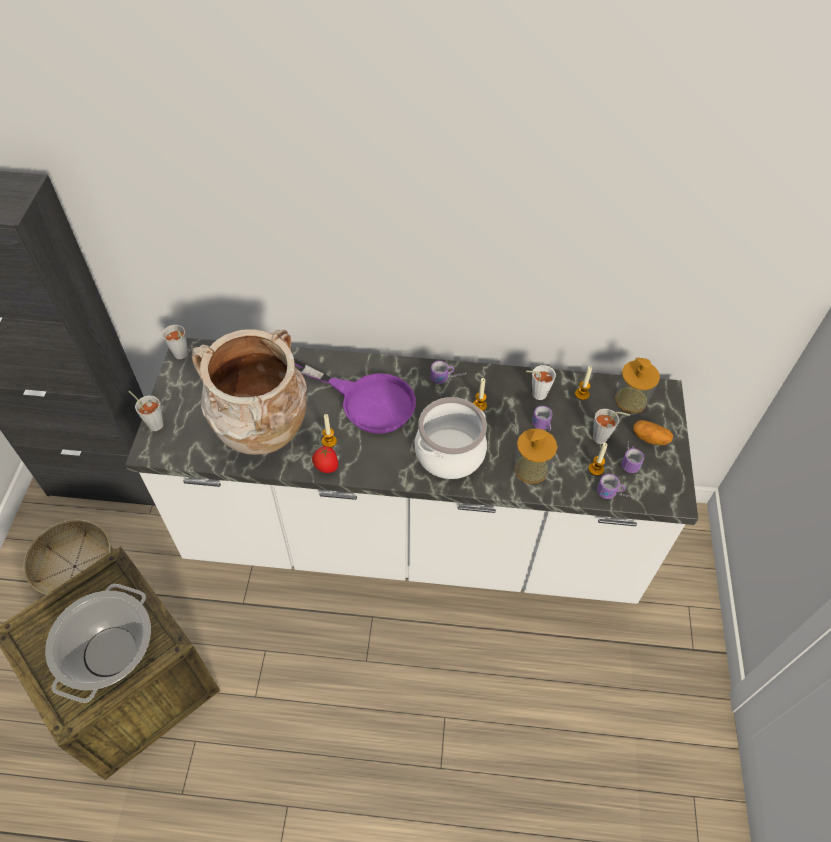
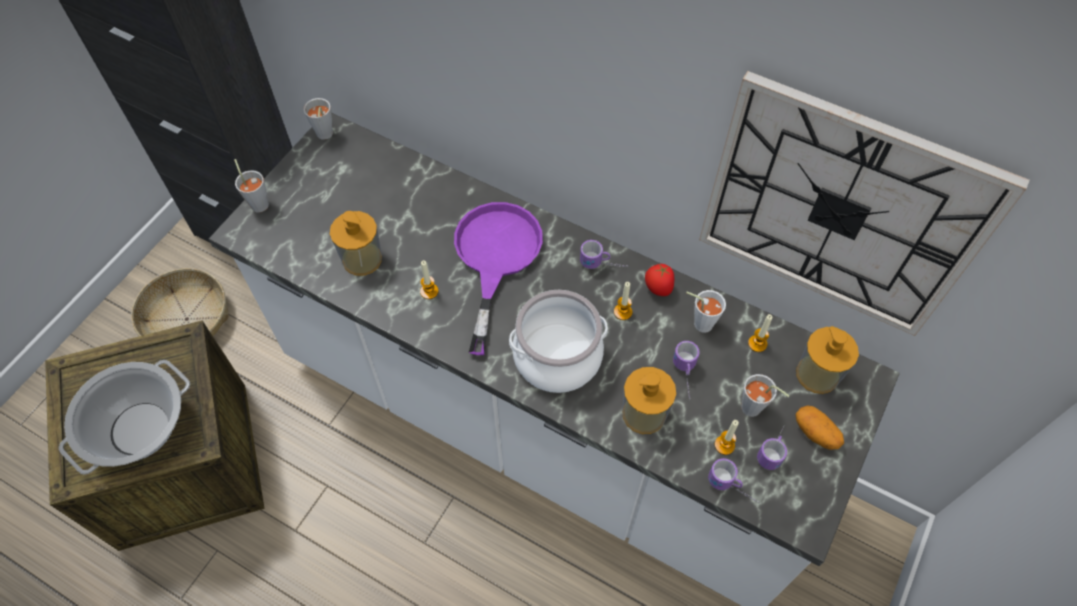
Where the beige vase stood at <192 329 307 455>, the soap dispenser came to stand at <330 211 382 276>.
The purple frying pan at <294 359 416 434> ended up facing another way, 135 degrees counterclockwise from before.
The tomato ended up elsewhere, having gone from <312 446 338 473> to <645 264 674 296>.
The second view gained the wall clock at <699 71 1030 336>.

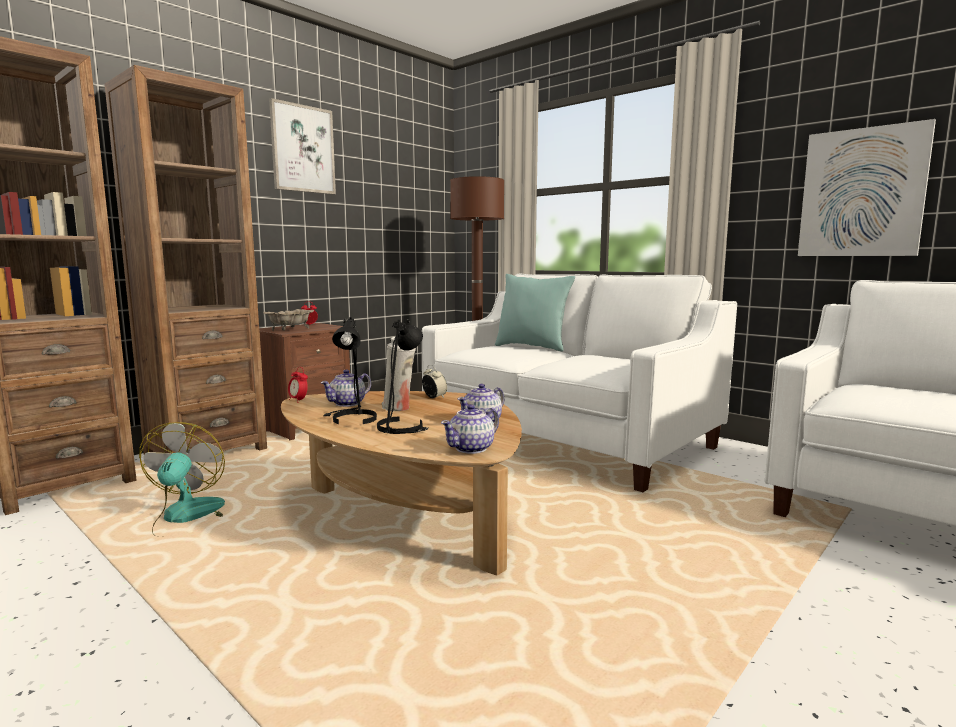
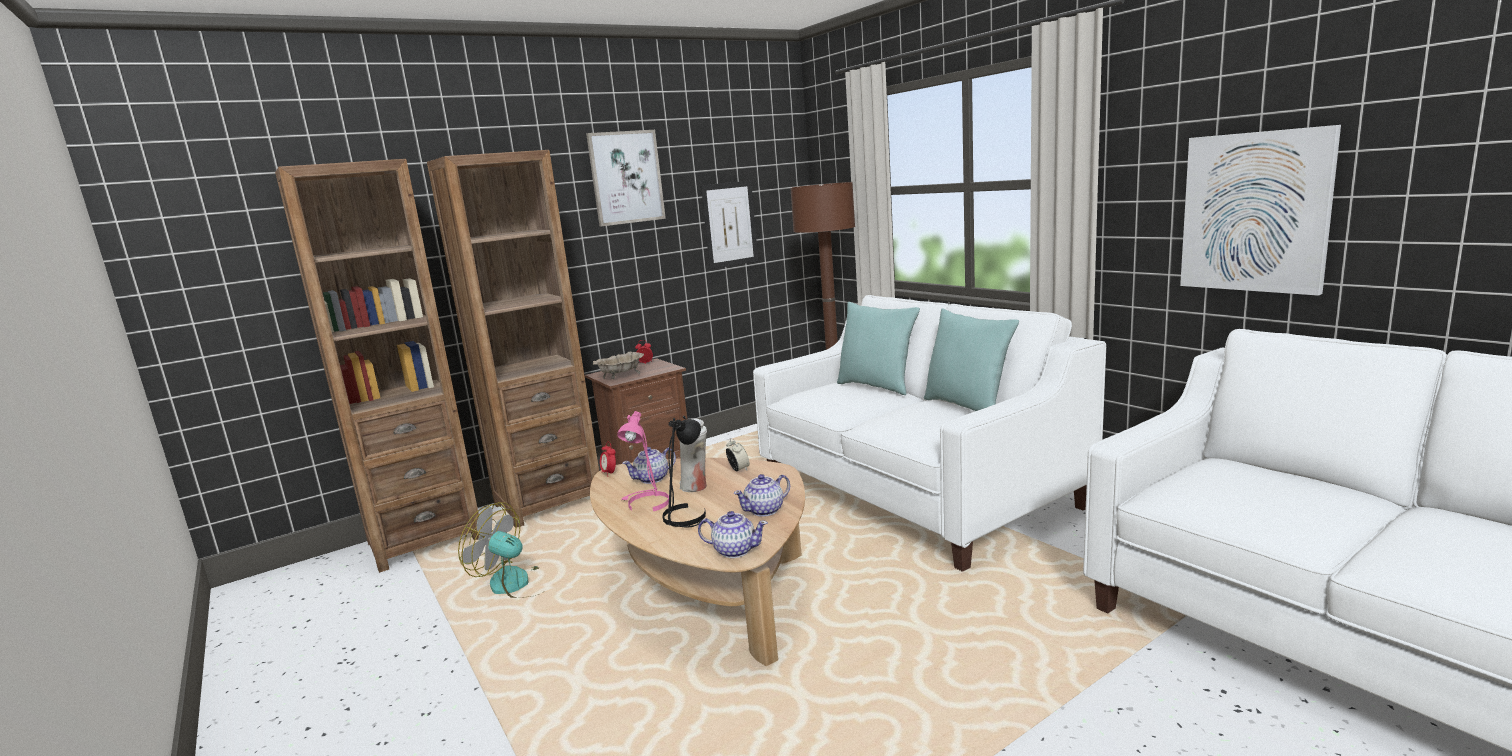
The fan at <139 422 225 537> ended up facing another way, 75 degrees counterclockwise from before.
What was the black table lamp at <323 317 377 424> turned into the pink table lamp at <617 411 669 511>.
The teapot at <441 404 499 454> ended up facing another way, 135 degrees counterclockwise from before.
The second view gained the picture at <701 180 758 269>.
The second view gained the turquoise pillow at <924 308 1019 411>.

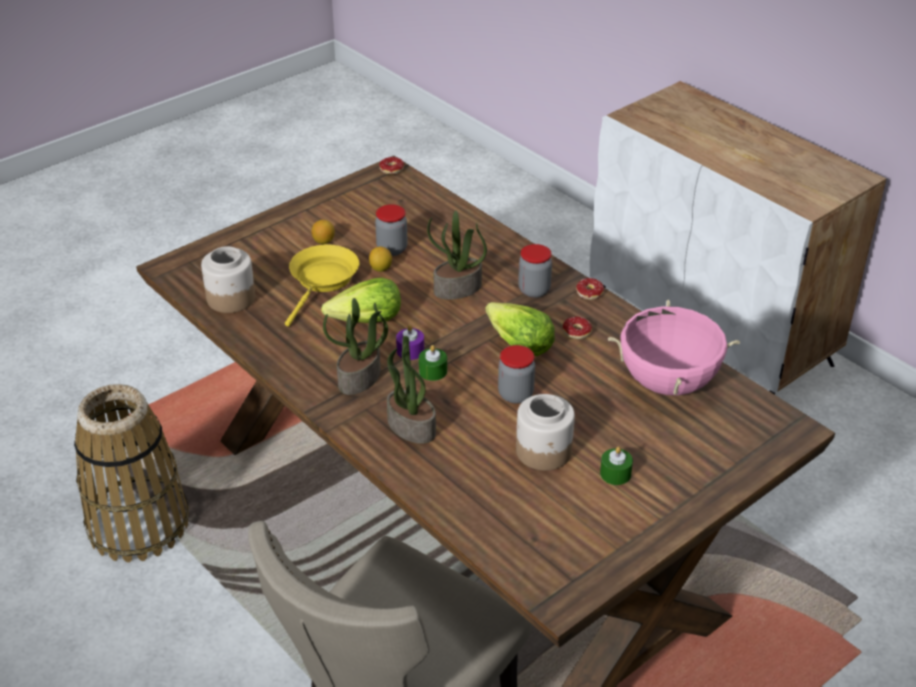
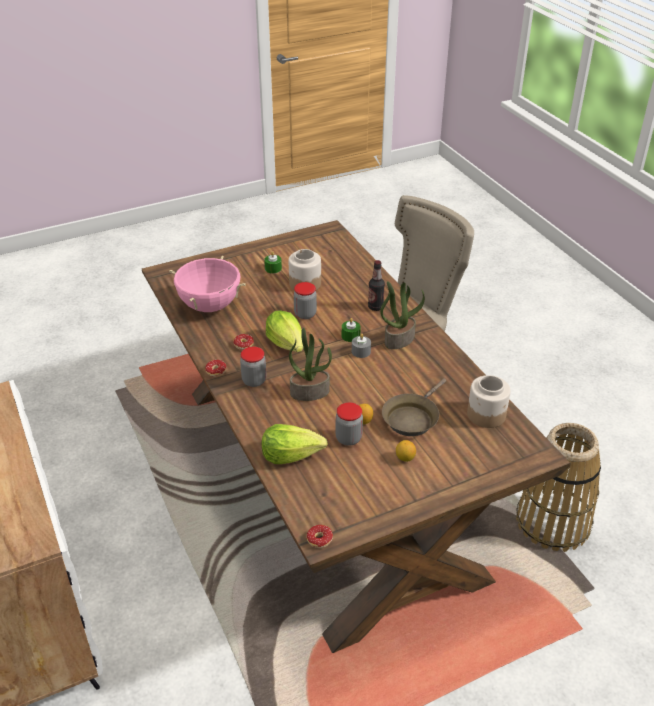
The lettuce ended up elsewhere, having gone from <321 278 401 323> to <262 424 328 464>.
What was the purple candle at <396 325 424 360> turned into the grey candle at <352 333 371 358>.
Where the potted plant stood at <387 336 436 444>, the bottle came to stand at <368 260 385 311>.
What was the yellow frying pan at <285 245 359 327> turned into the brown frying pan at <382 378 446 436>.

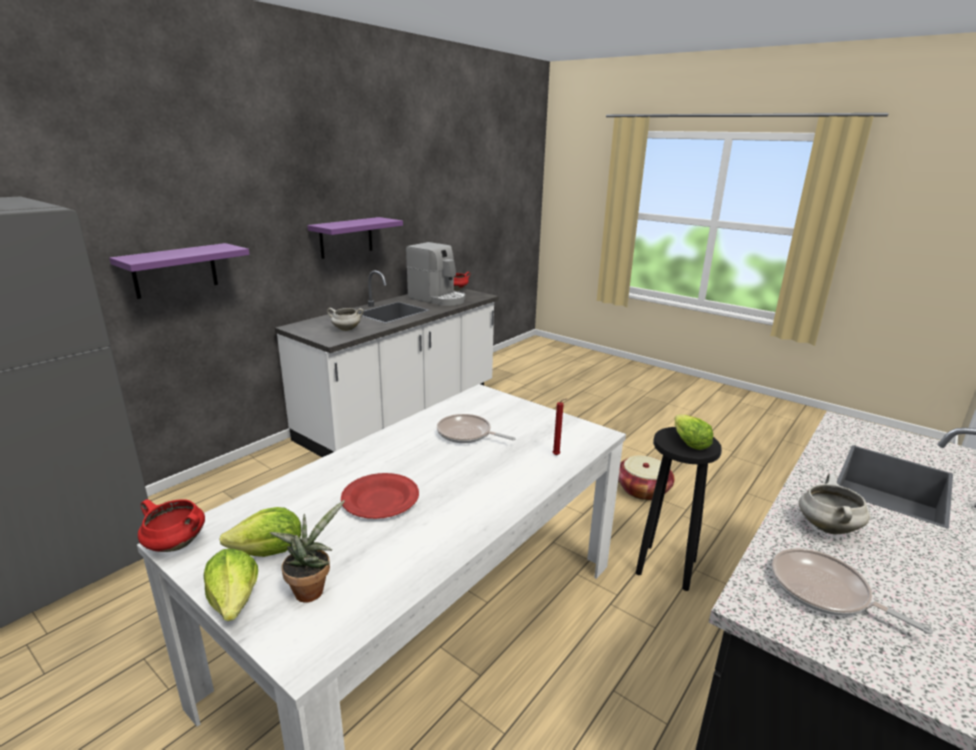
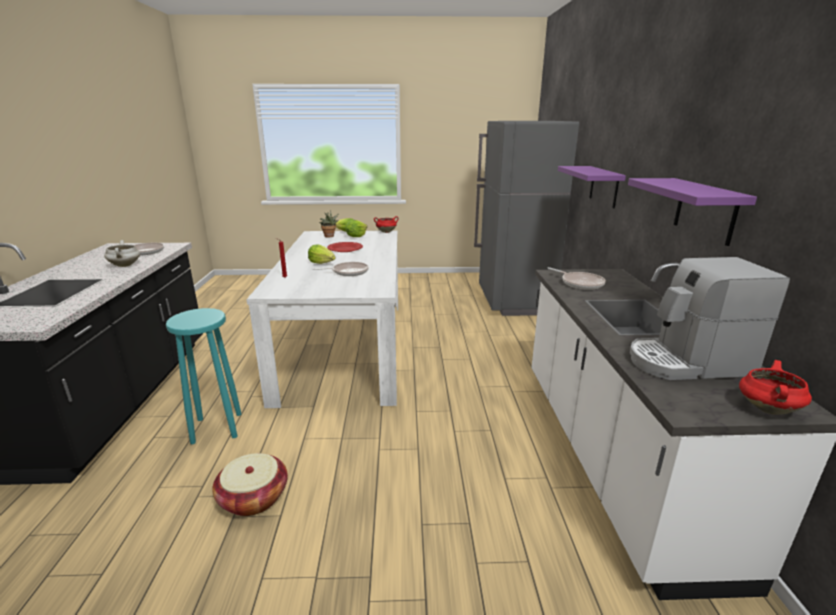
What was the black stool at <636 427 722 591> turned into the turquoise stool at <166 308 241 444>.
The lettuce ended up elsewhere, having gone from <674 414 713 450> to <308 245 336 264>.
Where the white cooking pot stood at <327 308 364 331>, the frying pan came to stand at <547 267 606 290>.

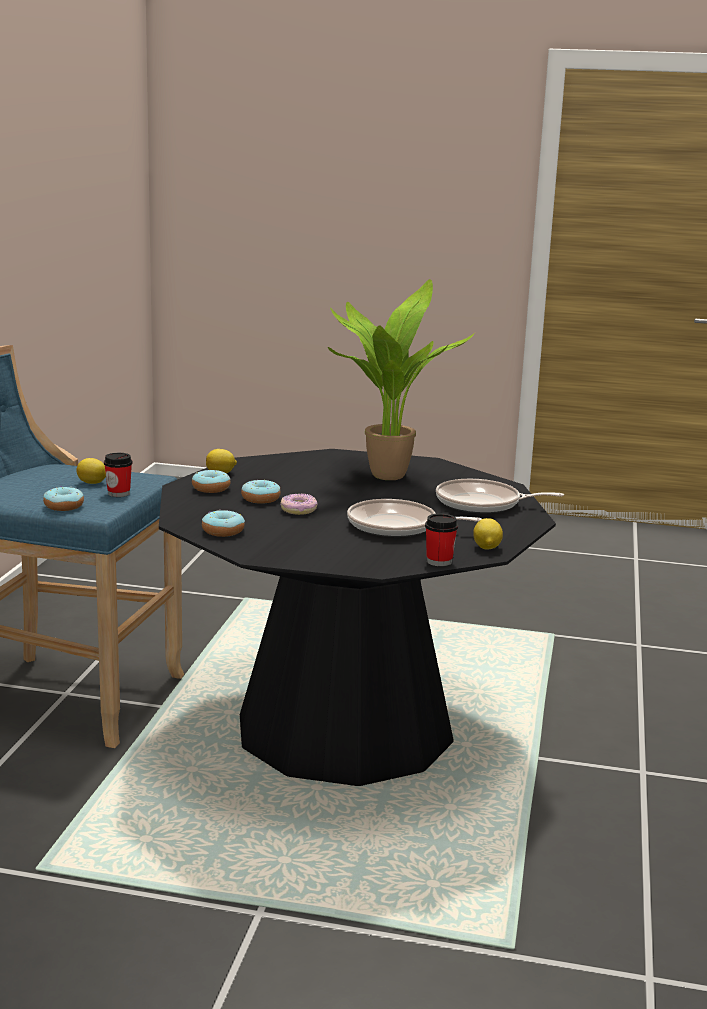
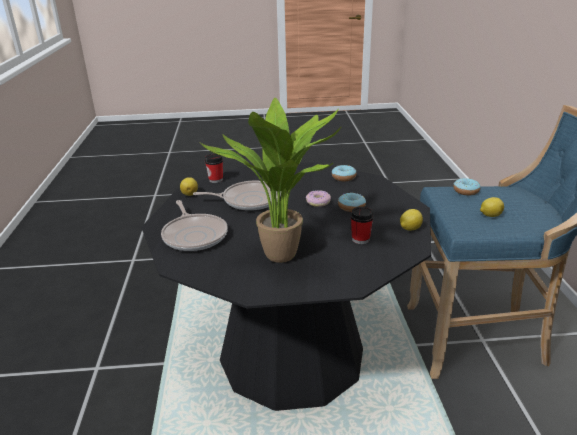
The frying pan at <436 479 564 513> ended up facing another way, 75 degrees clockwise from before.
The cup ended up elsewhere, having gone from <104 453 132 497> to <350 207 374 244>.
The second view lost the donut at <192 470 230 493>.

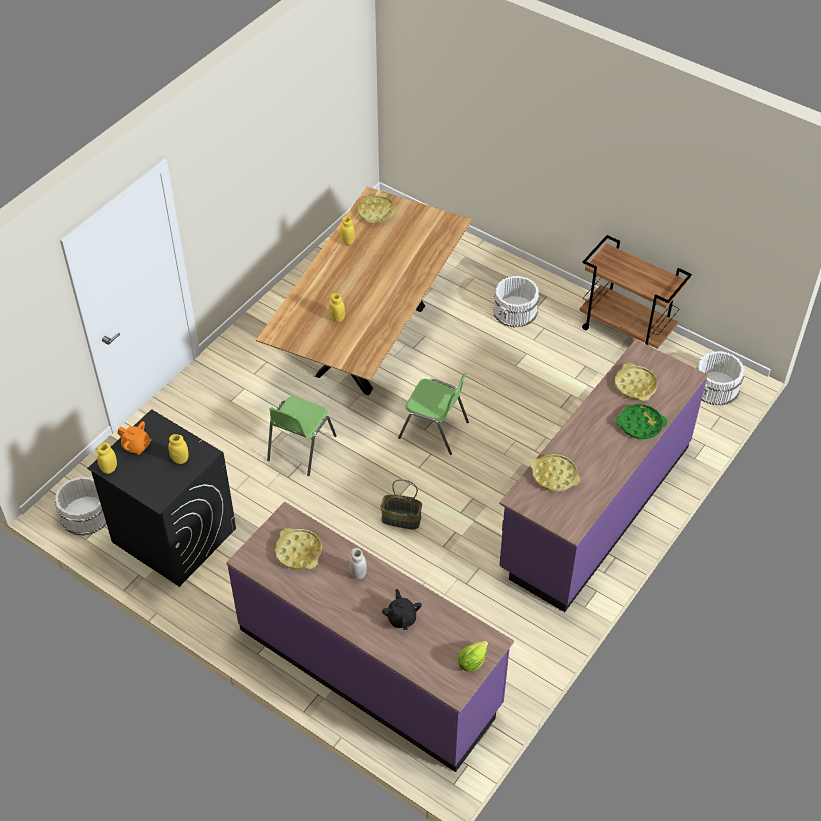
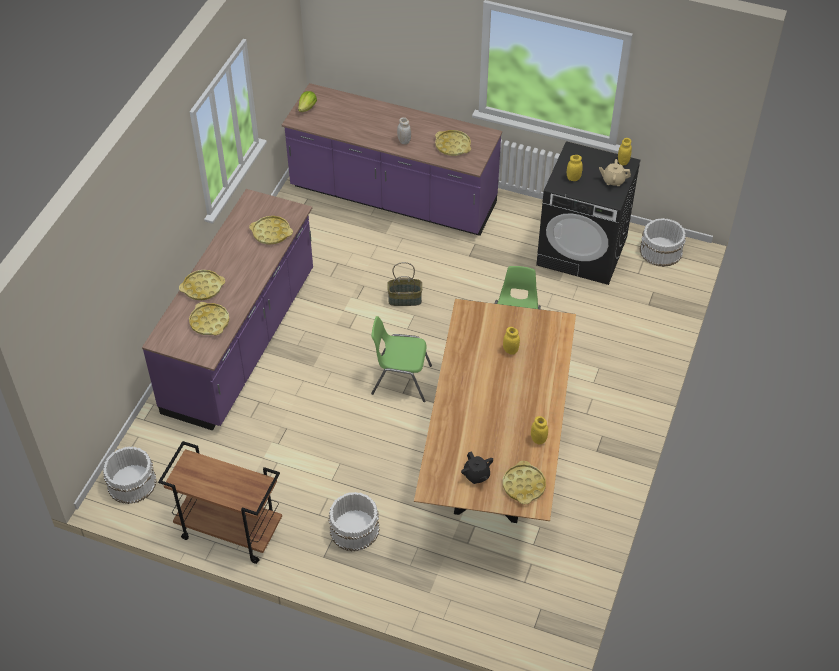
What was the green tray at <615 404 667 439> turned into the yellow tray at <179 270 225 300>.
The black teapot ended up elsewhere, having gone from <382 589 422 630> to <461 451 493 484>.
What was the orange teapot at <118 421 152 455> turned into the beige teapot at <599 159 631 186>.

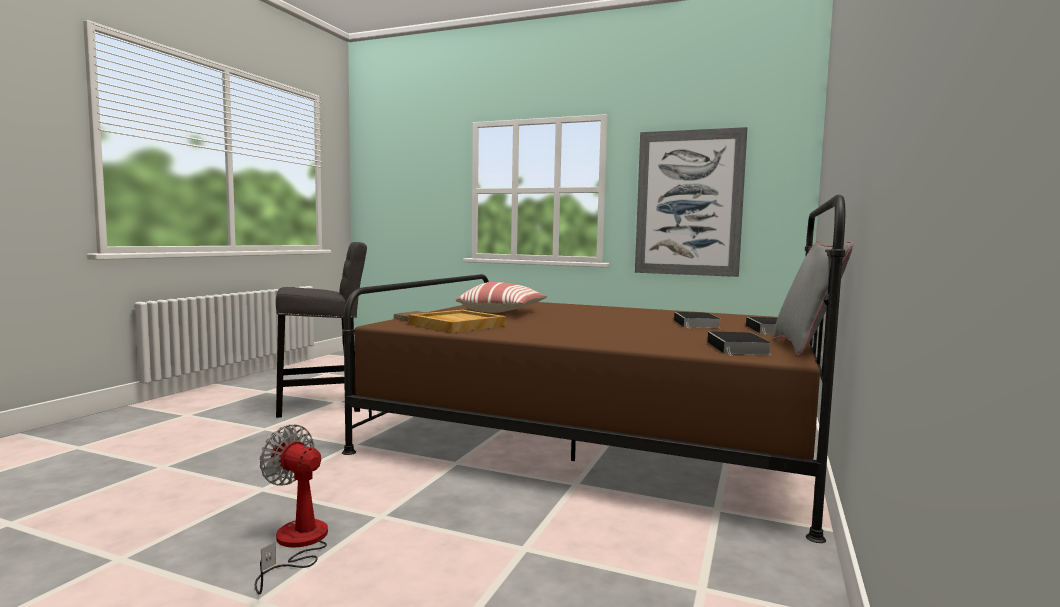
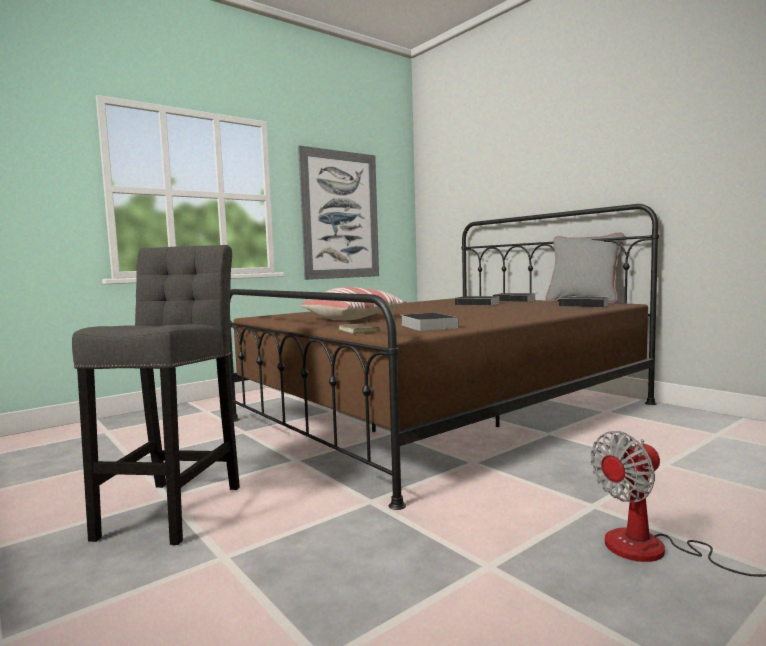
Where the beige tray stood at <408 310 507 333>, the book came to stand at <401 313 458 331>.

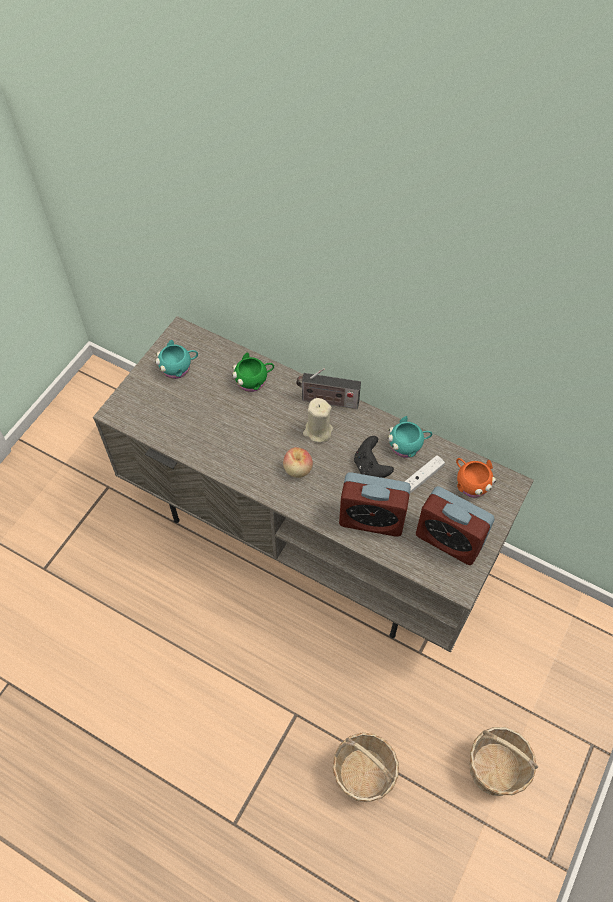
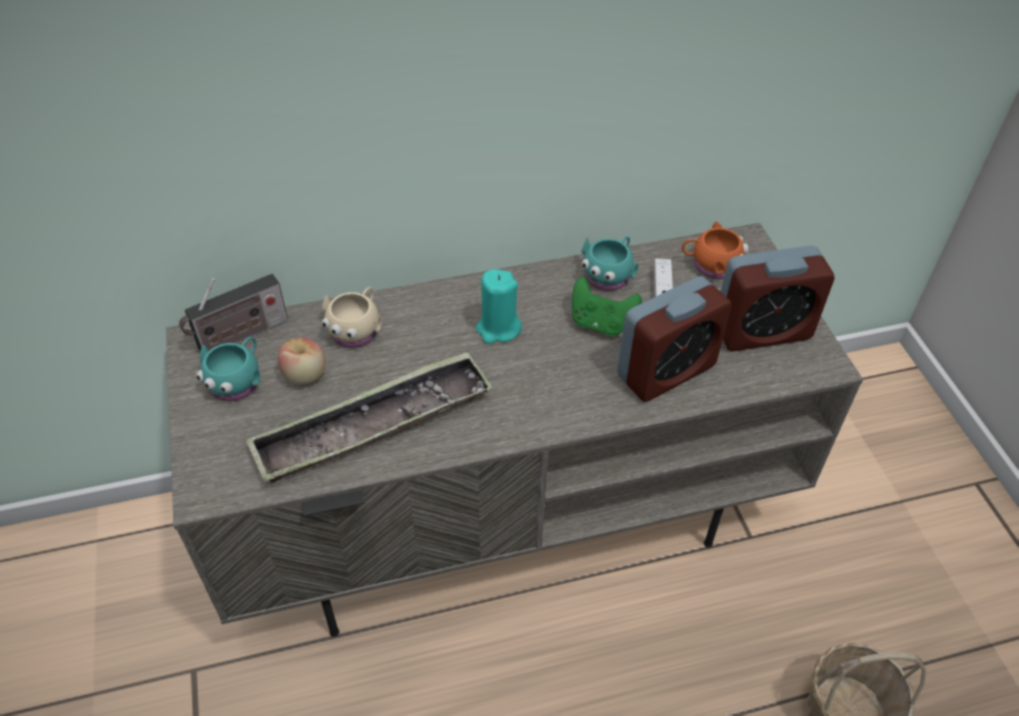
The radio ended up elsewhere, having gone from <296 368 361 409> to <179 274 288 351>.
The second view gained the tray at <246 351 492 483>.
The apple ended up elsewhere, having gone from <283 447 313 478> to <277 338 326 384>.
What was the green mug at <232 353 274 392> turned into the beige mug at <322 287 382 348>.
What was the beige candle at <303 398 333 443> turned into the turquoise candle at <476 269 522 344>.
What was the black game controller at <354 436 394 478> turned into the green game controller at <572 277 642 336>.
The second view lost the basket at <470 727 538 796>.

